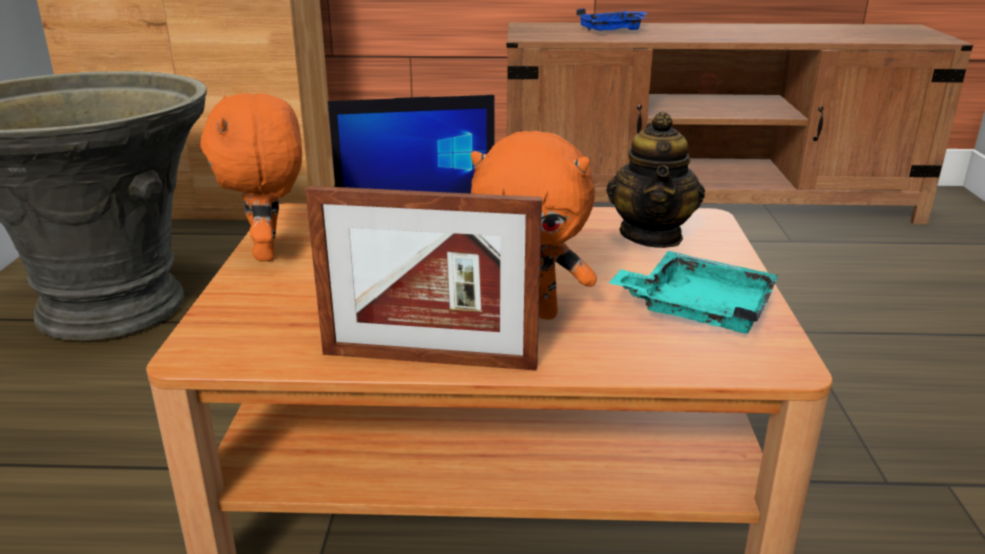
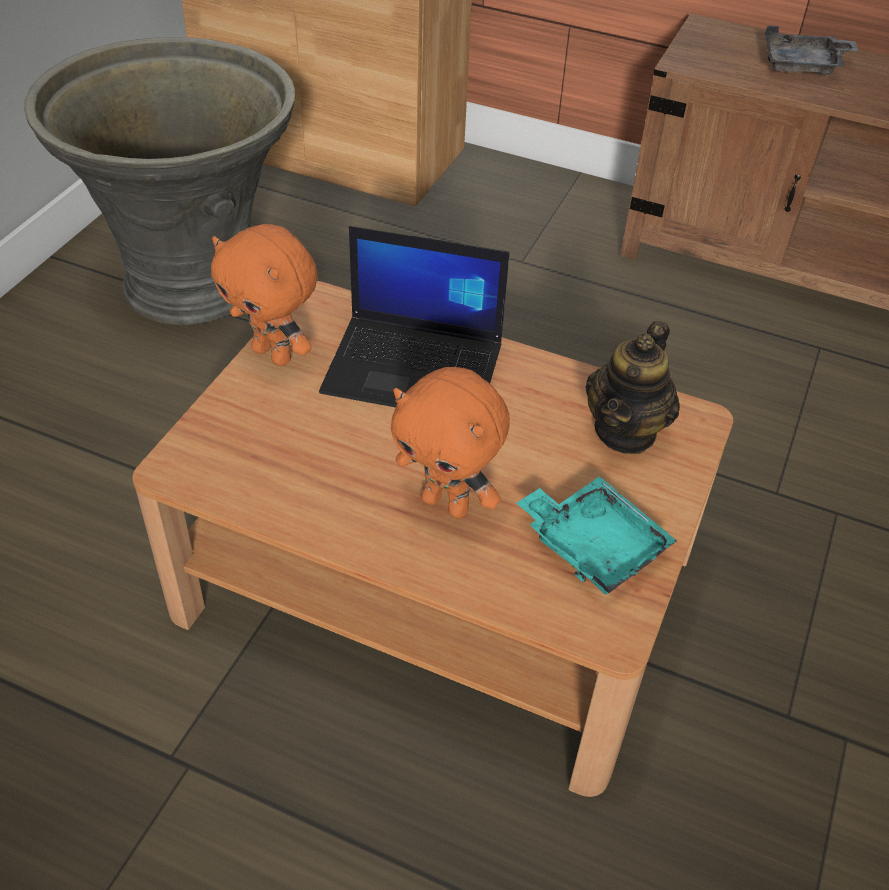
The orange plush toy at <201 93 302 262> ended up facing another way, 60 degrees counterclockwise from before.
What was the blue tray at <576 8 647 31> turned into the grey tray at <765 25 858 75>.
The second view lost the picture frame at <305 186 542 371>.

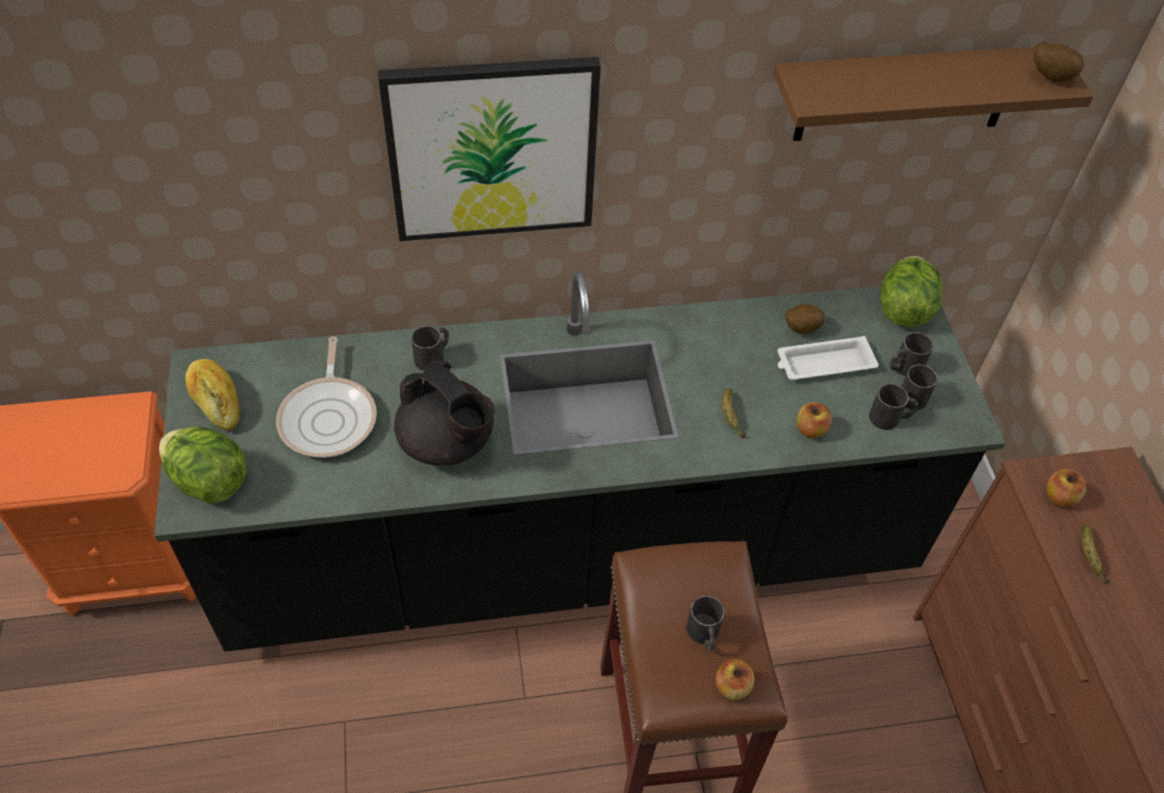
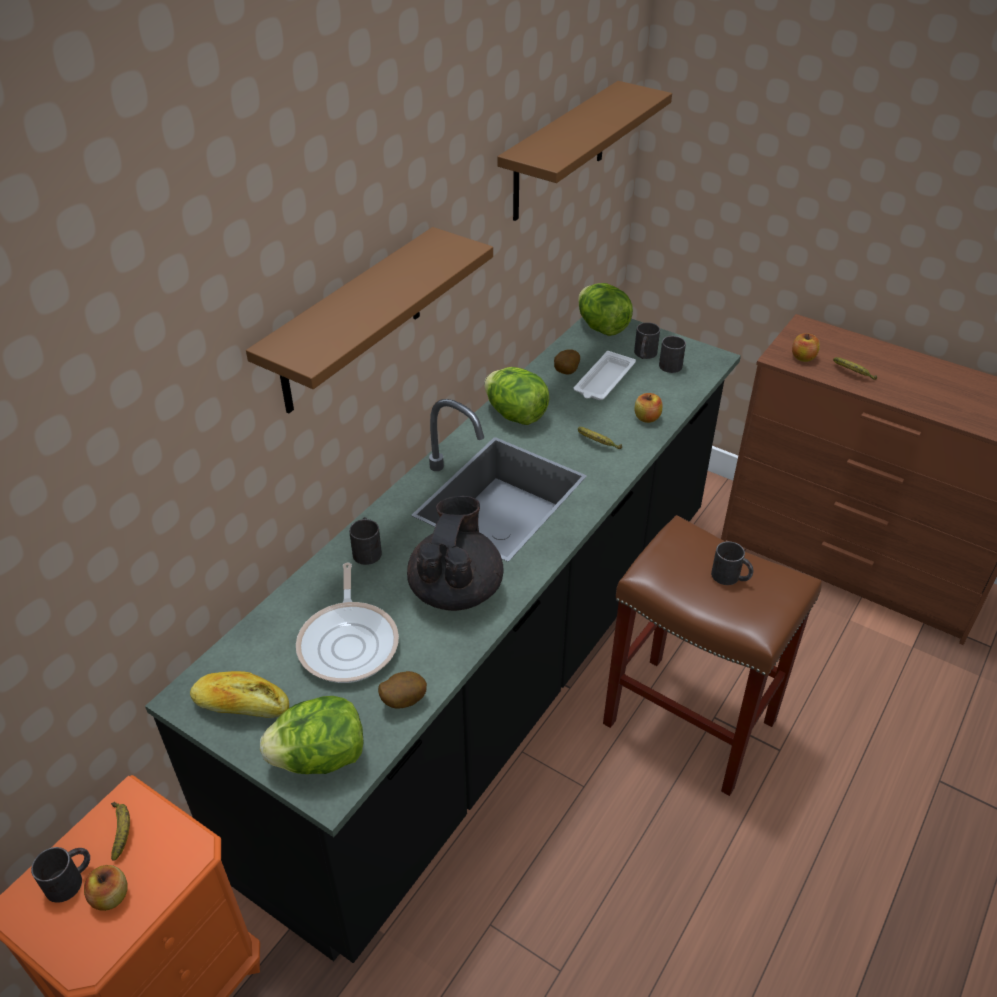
The black mug ended up elsewhere, having gone from <869 384 918 430> to <31 847 90 903>.
The apple ended up elsewhere, having gone from <715 659 754 700> to <84 865 127 911>.
The second view gained the banana at <111 802 130 861>.
Where the picture hung at <378 57 601 241>, the brown shelf came to hang at <246 227 493 414>.
The frying pan at <276 336 377 458> ended up facing another way, 45 degrees clockwise from before.
The potato ended up elsewhere, having gone from <1034 41 1084 82> to <378 671 427 709>.
The black teapot at <394 360 495 466> ended up facing another way, 75 degrees counterclockwise from before.
The second view gained the lettuce at <484 367 550 425>.

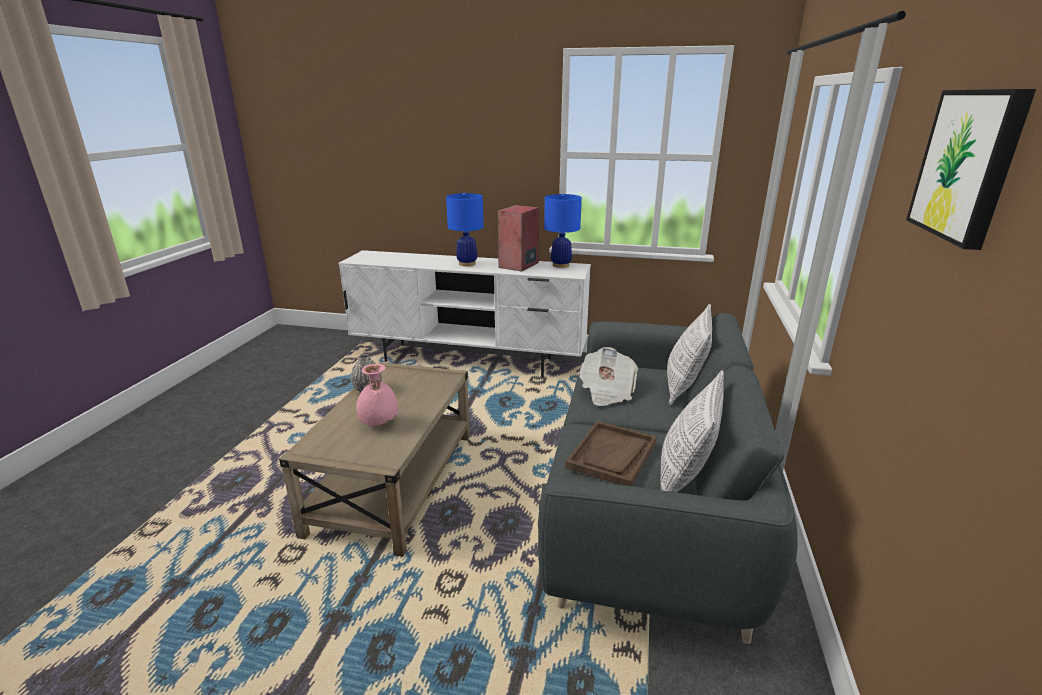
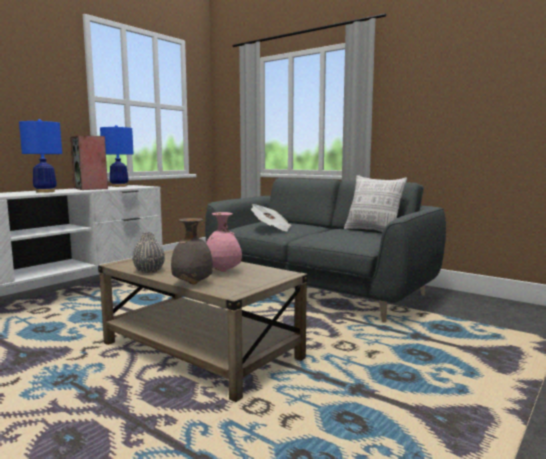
The second view gained the grey vase at <171 218 213 285>.
The second view lost the brown tray at <566 421 656 486>.
The second view lost the pillow at <667 304 712 405>.
The second view lost the picture at <906 89 1036 250>.

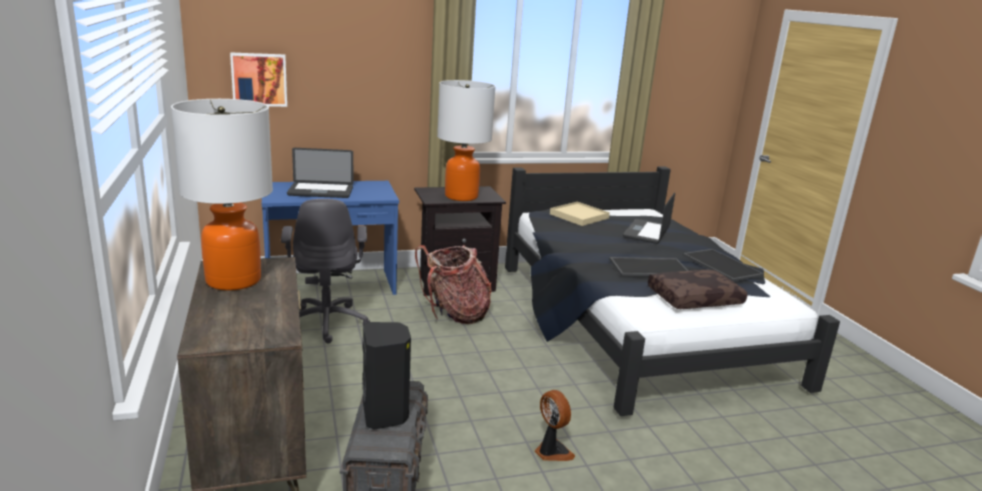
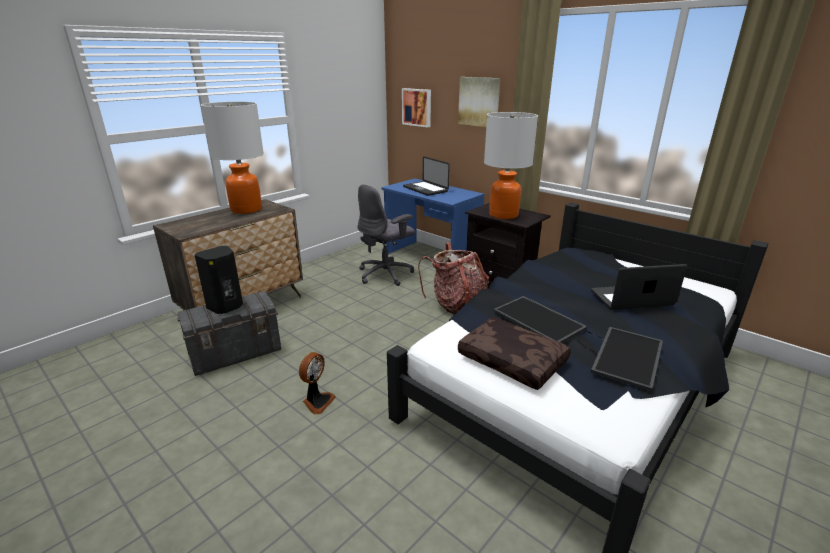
The second view gained the picture at <458 77 500 127>.
The second view lost the beige tray at <550 202 610 226>.

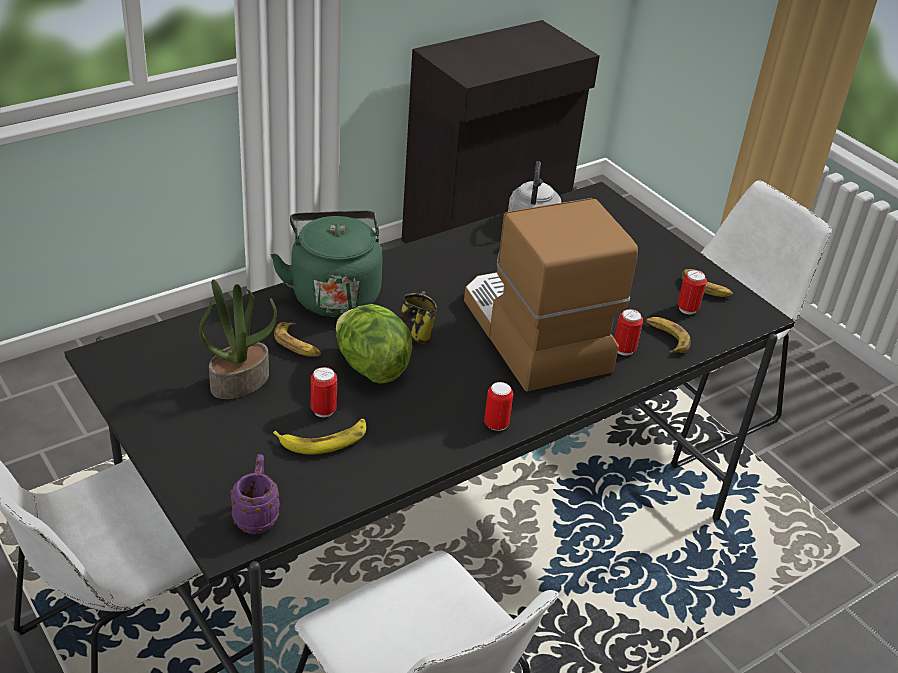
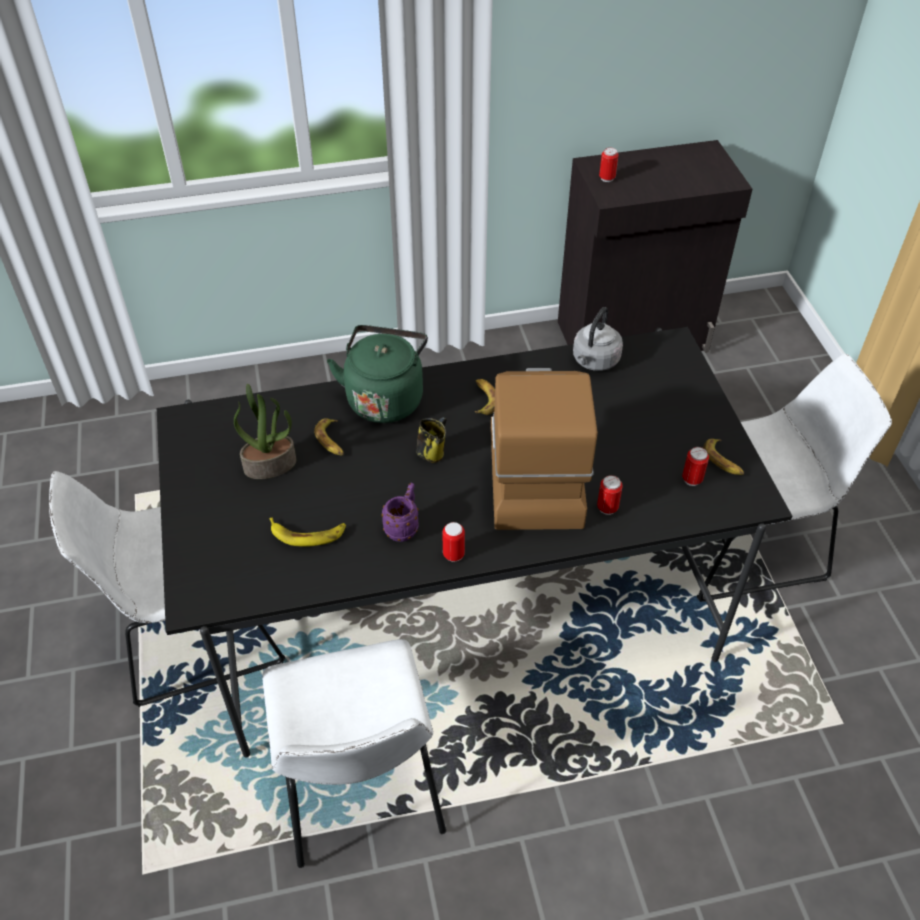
The purple mug ended up elsewhere, having gone from <230 454 280 534> to <382 483 419 542>.
The banana ended up elsewhere, having gone from <646 317 691 353> to <475 379 495 415>.
The can ended up elsewhere, having gone from <311 367 337 417> to <599 147 619 182>.
The second view lost the lettuce at <336 304 413 384>.

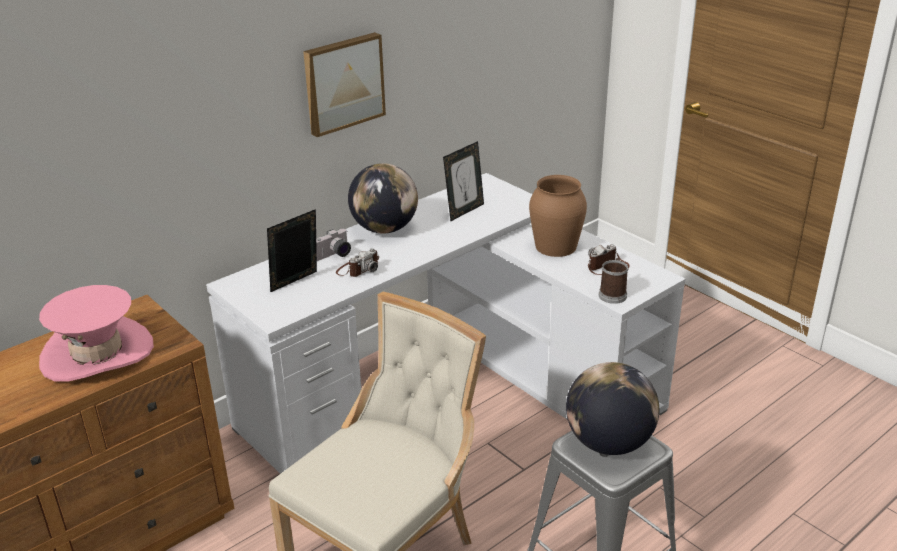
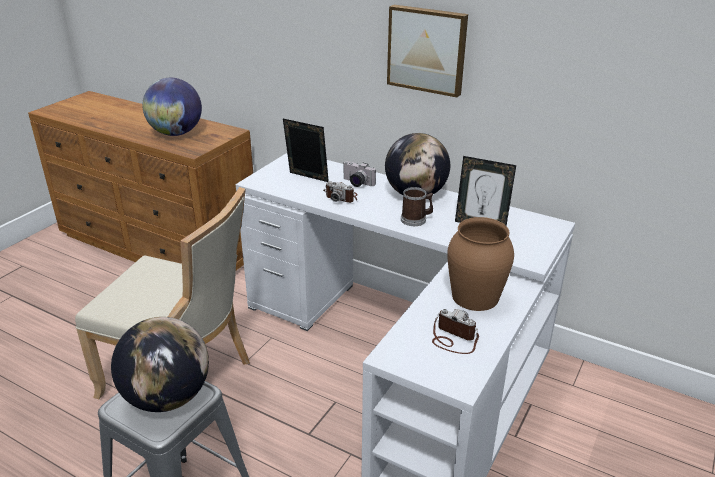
Where the pink hat stood at <39 285 154 382>, the globe came to stand at <142 78 202 136>.
The mug ended up elsewhere, having gone from <599 258 629 304> to <401 187 433 226>.

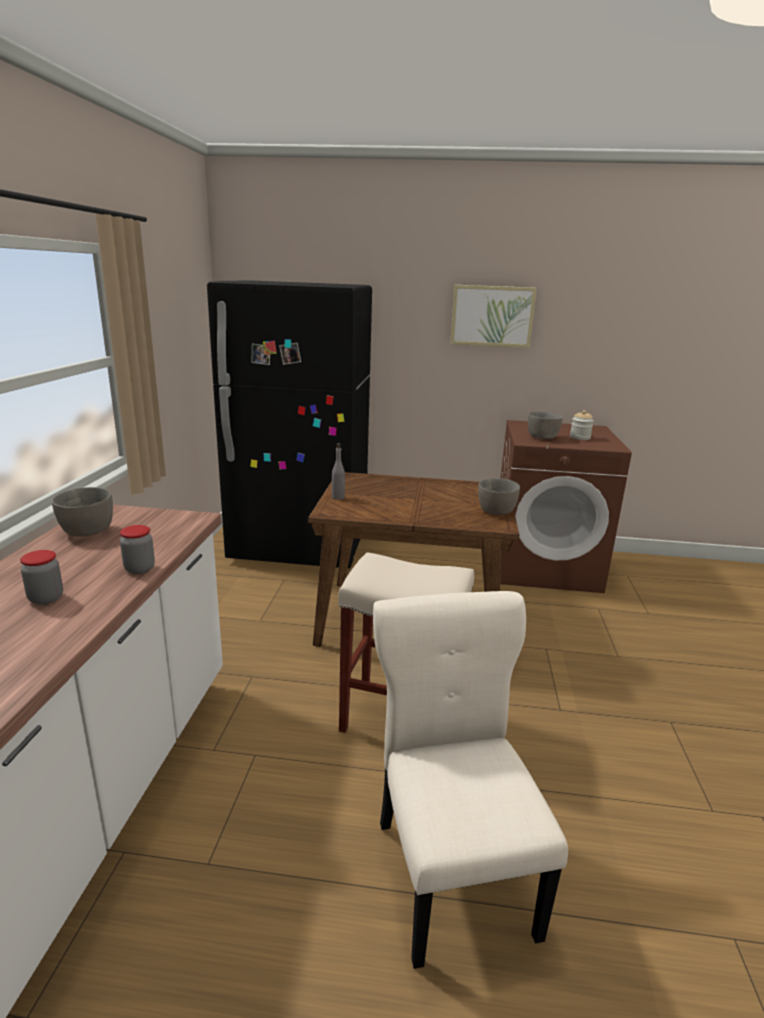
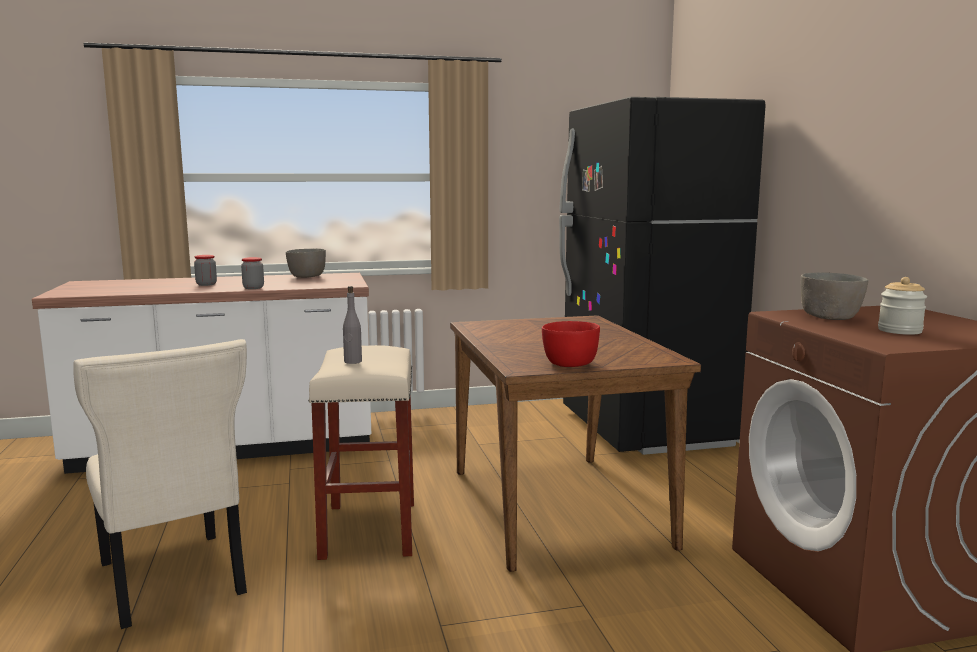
The beige chair at <373 591 568 969> ended up facing another way, 90 degrees clockwise from before.
The grey bottle ended up elsewhere, having gone from <332 443 345 500> to <343 286 362 364>.
What was the grey bowl at <478 478 520 515> turned into the red bowl at <542 321 600 367>.
The second view lost the picture at <450 285 537 348>.

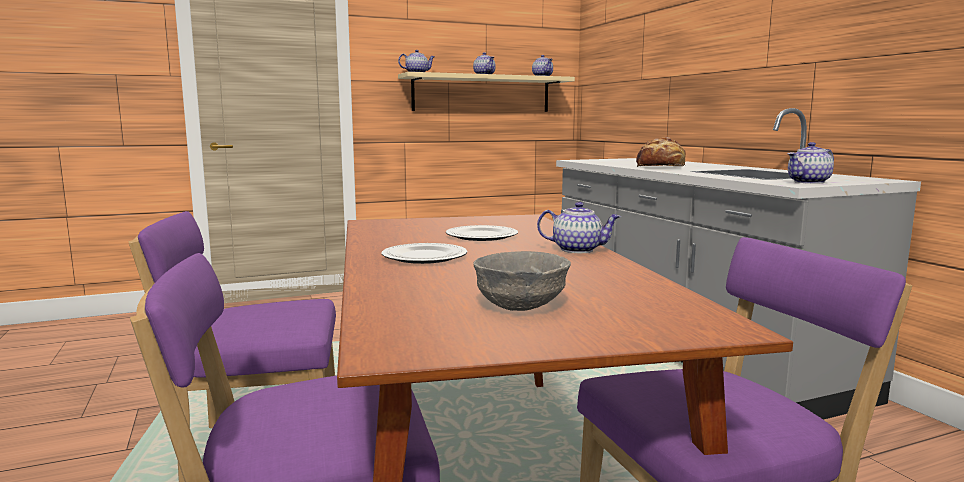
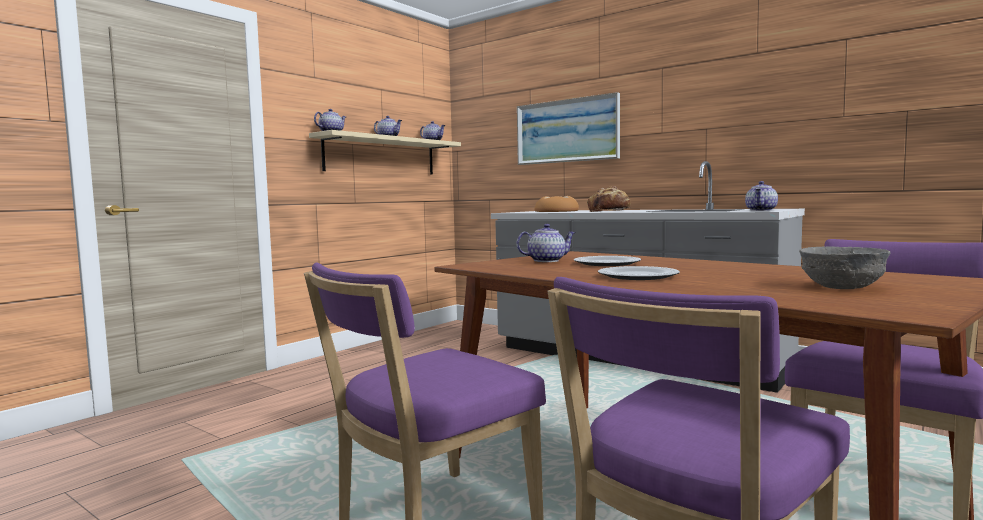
The teapot ended up elsewhere, having gone from <537 202 621 253> to <516 224 575 262>.
The second view gained the picture at <517 92 620 165>.
The second view gained the bread at <534 196 579 212>.

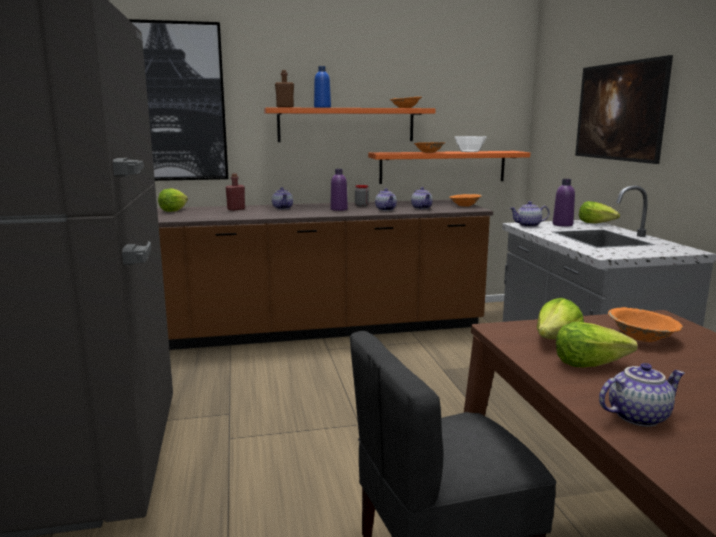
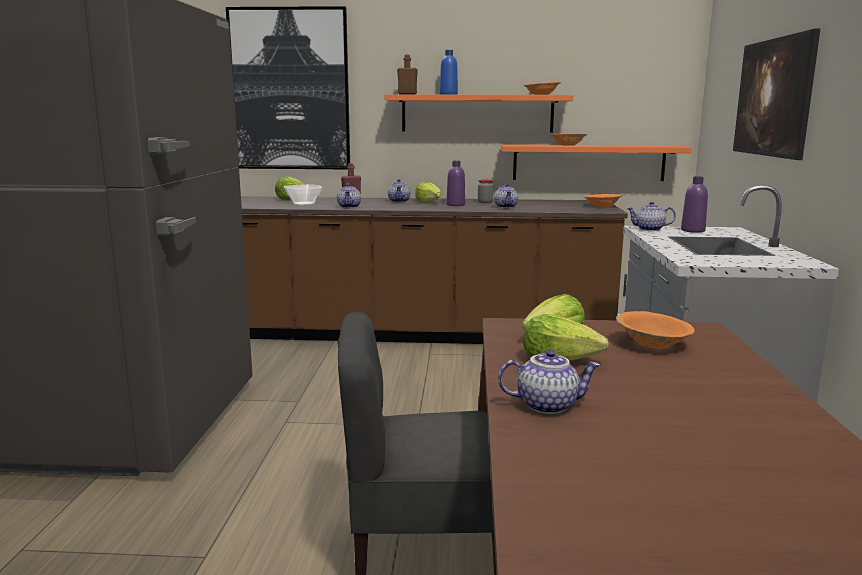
The bowl ended up elsewhere, having gone from <454 136 487 152> to <284 184 322 206>.
The teapot ended up elsewhere, having gone from <411 187 433 209> to <337 183 361 208>.
The lettuce ended up elsewhere, having gone from <579 201 620 223> to <415 181 441 202>.

